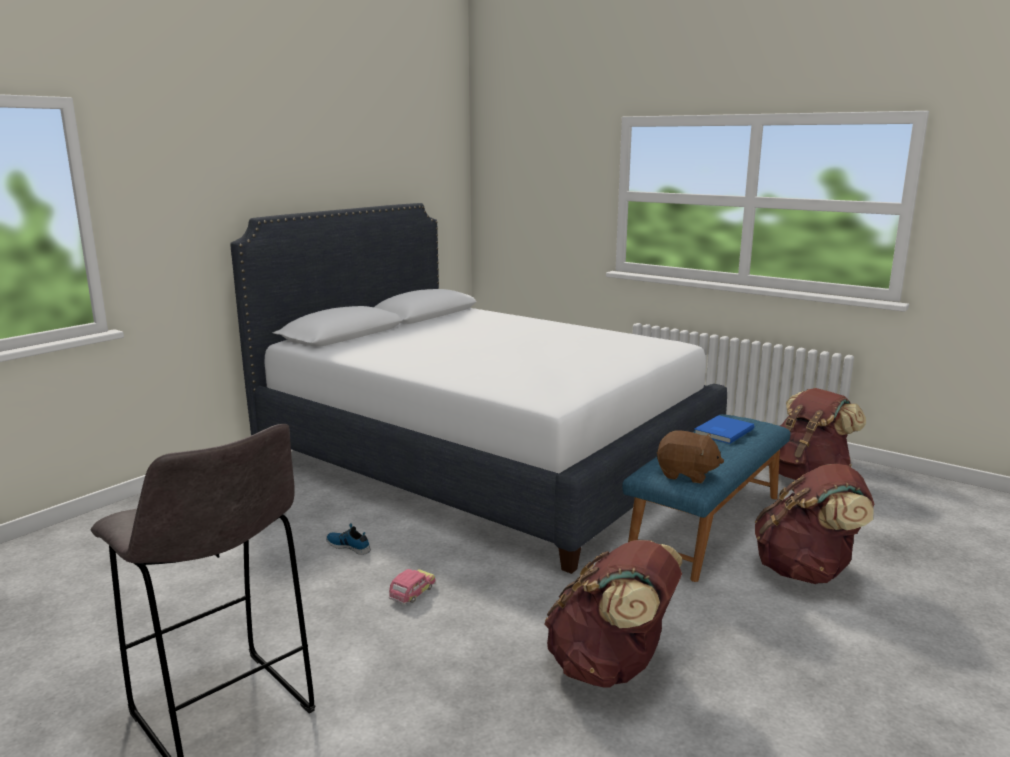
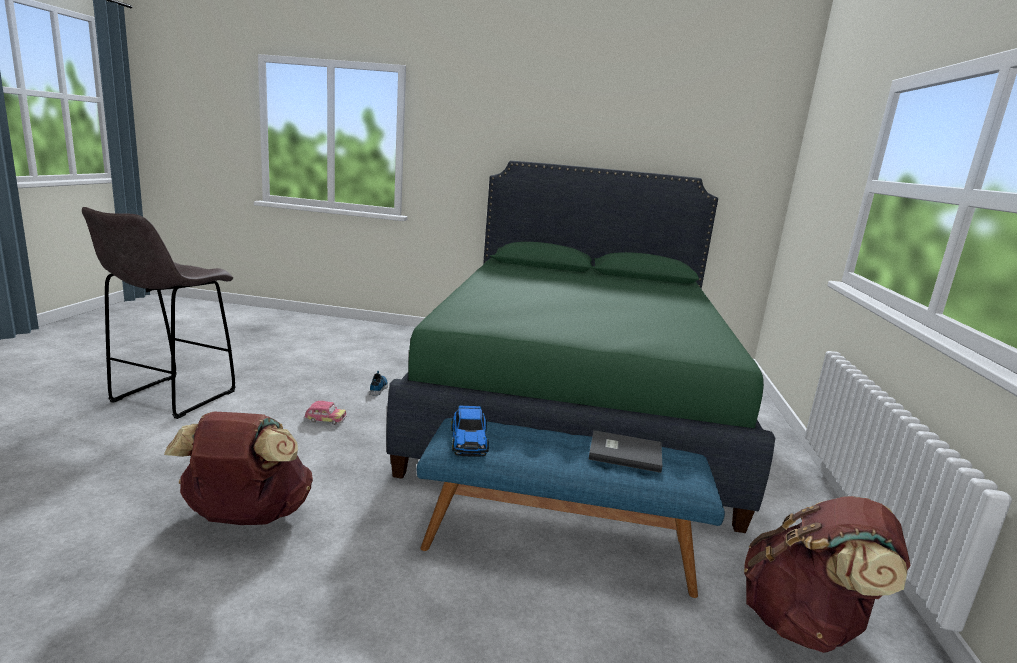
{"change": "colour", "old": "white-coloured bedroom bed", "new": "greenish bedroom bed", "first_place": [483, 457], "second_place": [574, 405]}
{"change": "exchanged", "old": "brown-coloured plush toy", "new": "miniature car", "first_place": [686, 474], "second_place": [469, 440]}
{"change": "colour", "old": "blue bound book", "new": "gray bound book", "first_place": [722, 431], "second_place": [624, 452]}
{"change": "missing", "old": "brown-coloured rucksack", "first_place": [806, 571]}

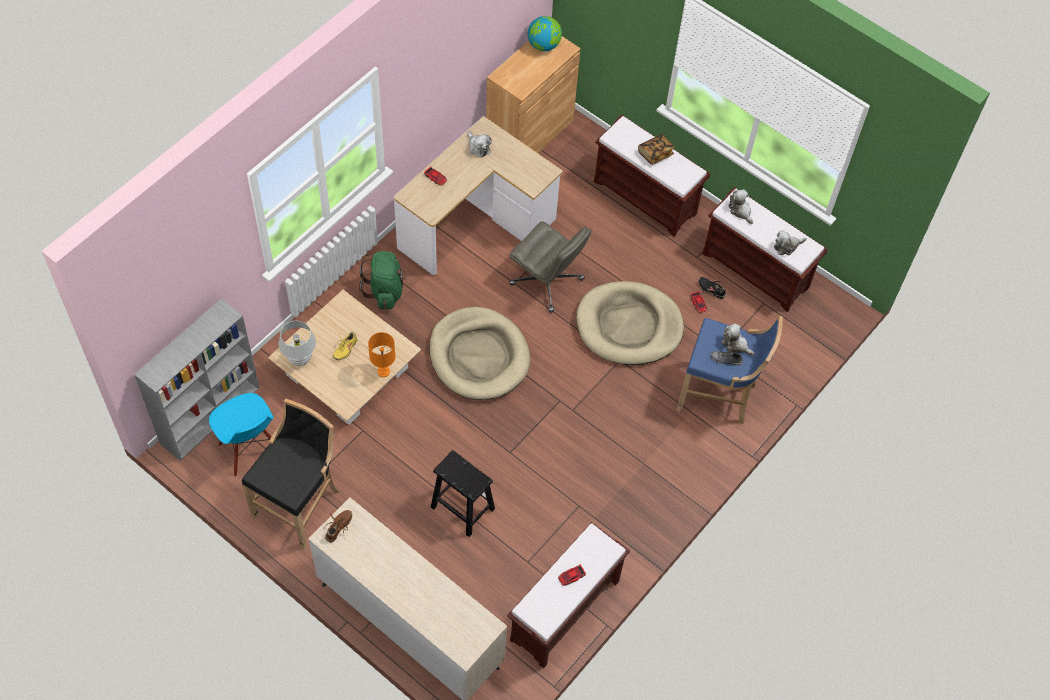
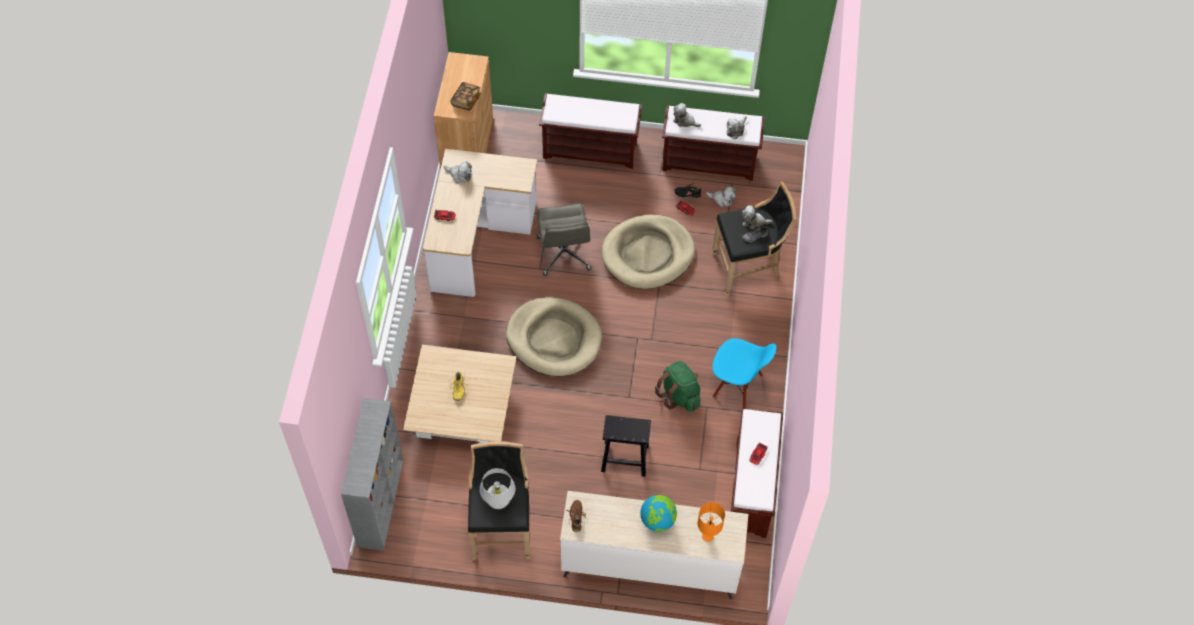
{"change": "relocated", "old": "bound book", "first_place": [655, 153], "second_place": [466, 100]}
{"change": "relocated", "old": "white-coloured table lamp", "first_place": [300, 358], "second_place": [498, 501]}
{"change": "spun", "old": "gray computer chair", "first_place": [547, 282], "second_place": [564, 254], "degrees": 75}
{"change": "relocated", "old": "globe", "first_place": [544, 45], "second_place": [658, 520]}
{"change": "relocated", "old": "greenish rucksack", "first_place": [385, 291], "second_place": [679, 395]}
{"change": "relocated", "old": "orangey table lamp", "first_place": [383, 371], "second_place": [707, 535]}
{"change": "appeared", "new": "plush toy", "second_place": [722, 199]}
{"change": "colour", "old": "blue stool seat", "new": "black stool seat", "first_place": [719, 395], "second_place": [748, 269]}
{"change": "relocated", "old": "blue chair", "first_place": [250, 449], "second_place": [737, 386]}

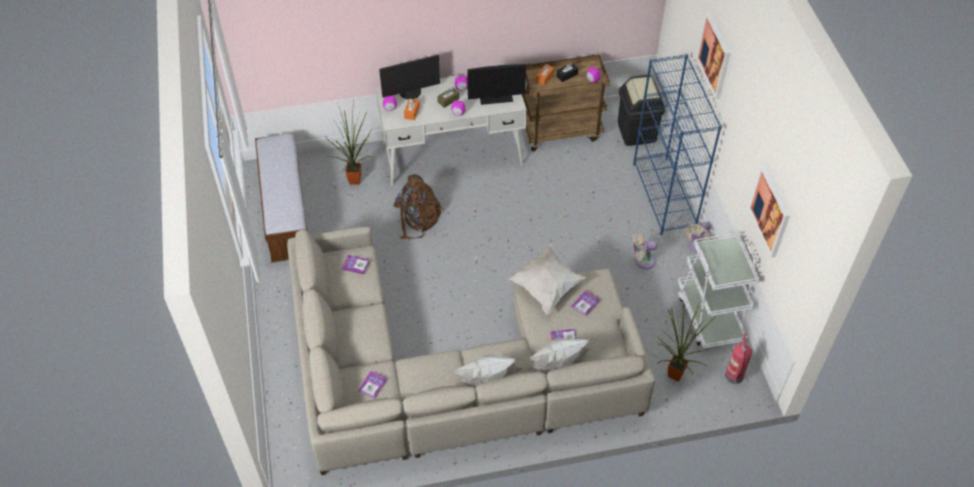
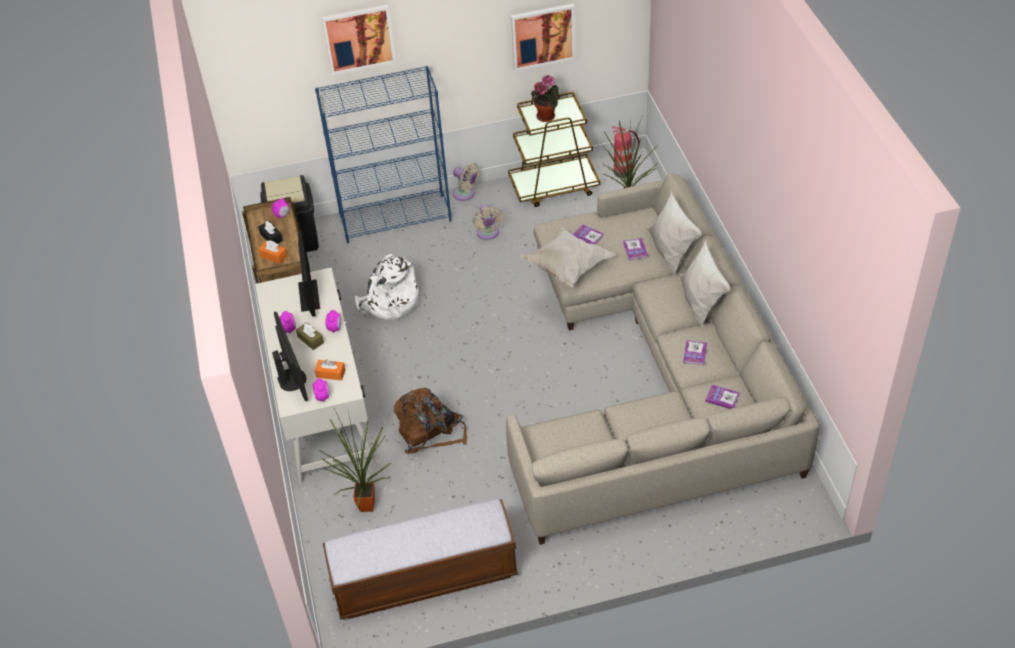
{"change": "appeared", "new": "white-coloured rucksack", "second_place": [390, 303]}
{"change": "colour", "old": "white-coloured cart", "new": "brown-coloured cart", "first_place": [710, 316], "second_place": [554, 186]}
{"change": "appeared", "new": "potted plant", "second_place": [547, 116]}
{"change": "relocated", "old": "bound book", "first_place": [355, 265], "second_place": [695, 353]}

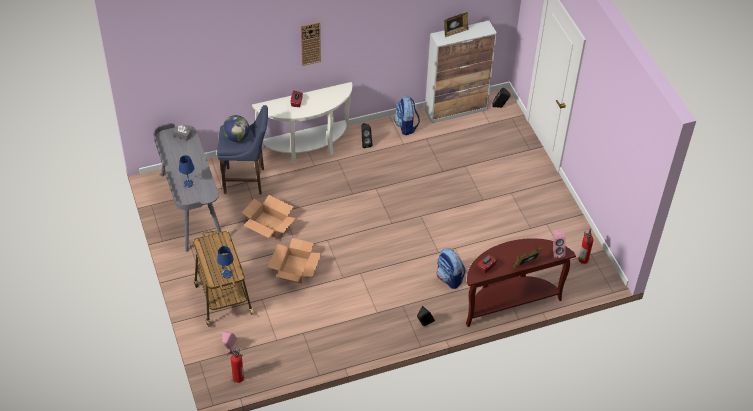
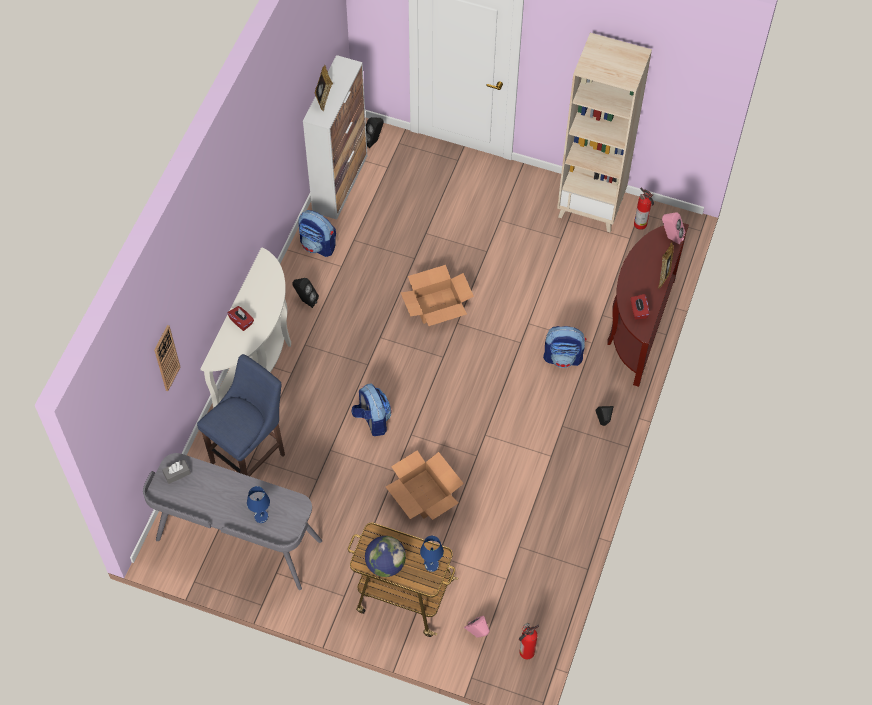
{"change": "relocated", "old": "hanging clock", "first_place": [310, 43], "second_place": [166, 358]}
{"change": "appeared", "new": "rucksack", "second_place": [372, 420]}
{"change": "relocated", "old": "globe", "first_place": [236, 137], "second_place": [385, 564]}
{"change": "relocated", "old": "carton", "first_place": [269, 225], "second_place": [437, 305]}
{"change": "appeared", "new": "beige bookshelf", "second_place": [591, 207]}

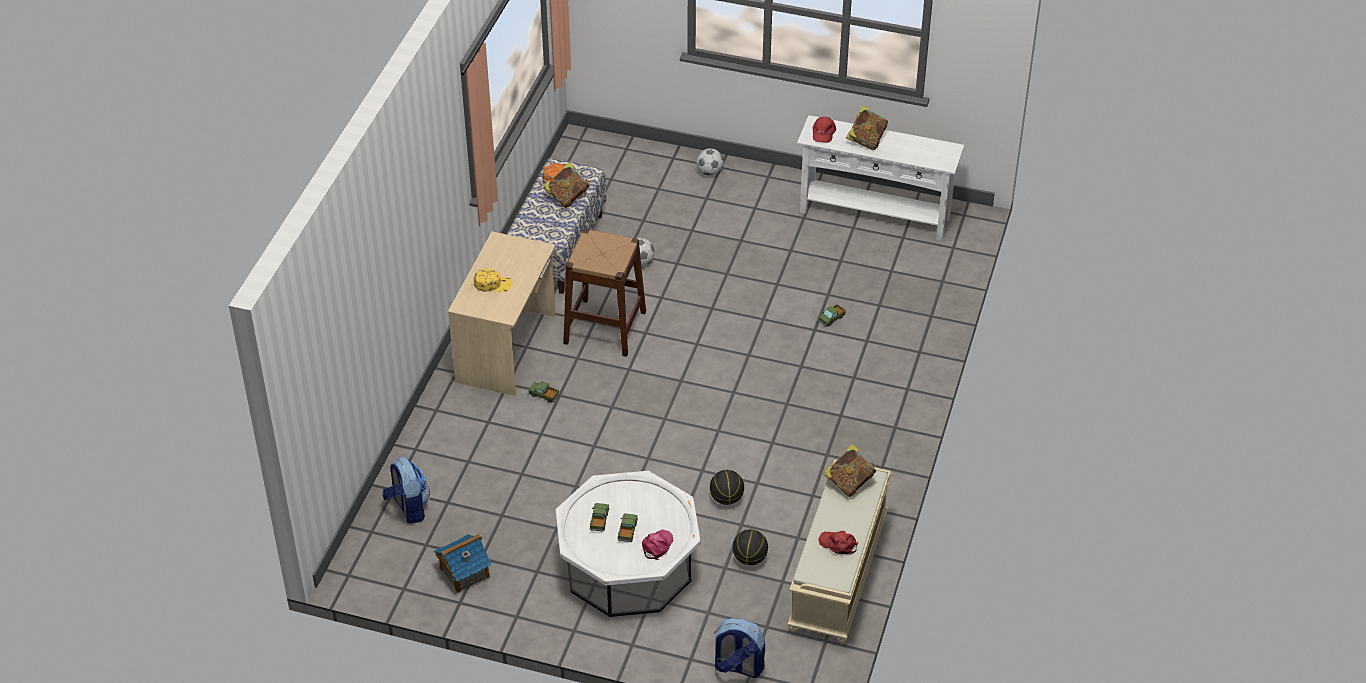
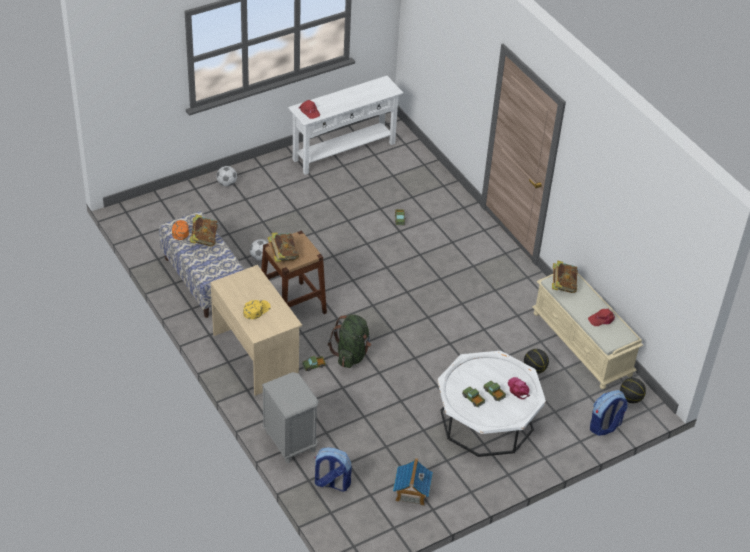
{"change": "appeared", "new": "gray bedside table", "second_place": [290, 442]}
{"change": "relocated", "old": "bound book", "first_place": [866, 140], "second_place": [283, 256]}
{"change": "appeared", "new": "greenish rucksack", "second_place": [351, 354]}
{"change": "relocated", "old": "basketball", "first_place": [726, 498], "second_place": [630, 399]}

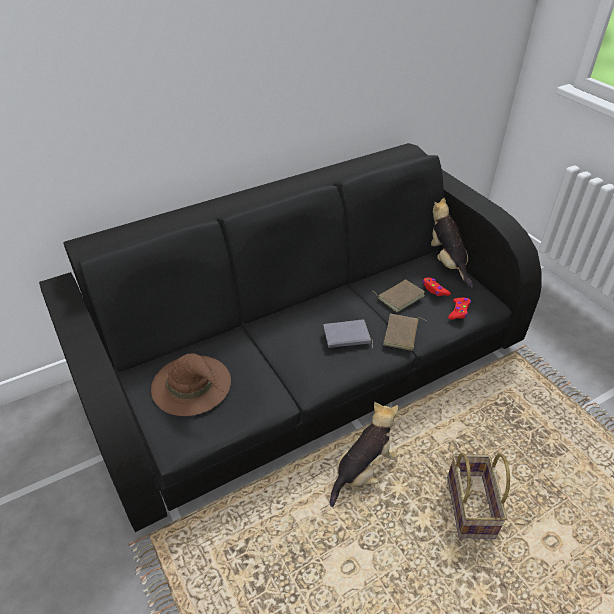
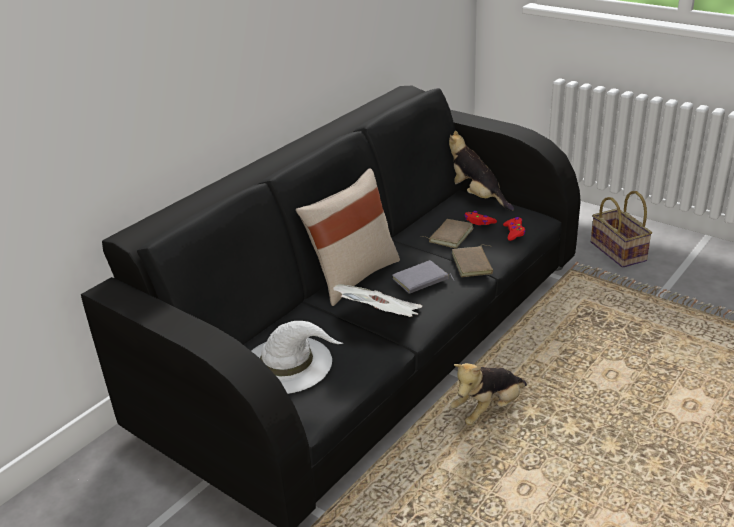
{"change": "colour", "old": "brown-coloured wearable hat", "new": "white-coloured wearable hat", "first_place": [192, 385], "second_place": [288, 364]}
{"change": "appeared", "new": "beige throw pillow", "second_place": [353, 276]}
{"change": "appeared", "new": "daily paper", "second_place": [382, 319]}
{"change": "spun", "old": "plush toy", "first_place": [363, 471], "second_place": [488, 409], "degrees": -150}
{"change": "relocated", "old": "storage basket", "first_place": [472, 508], "second_place": [620, 252]}

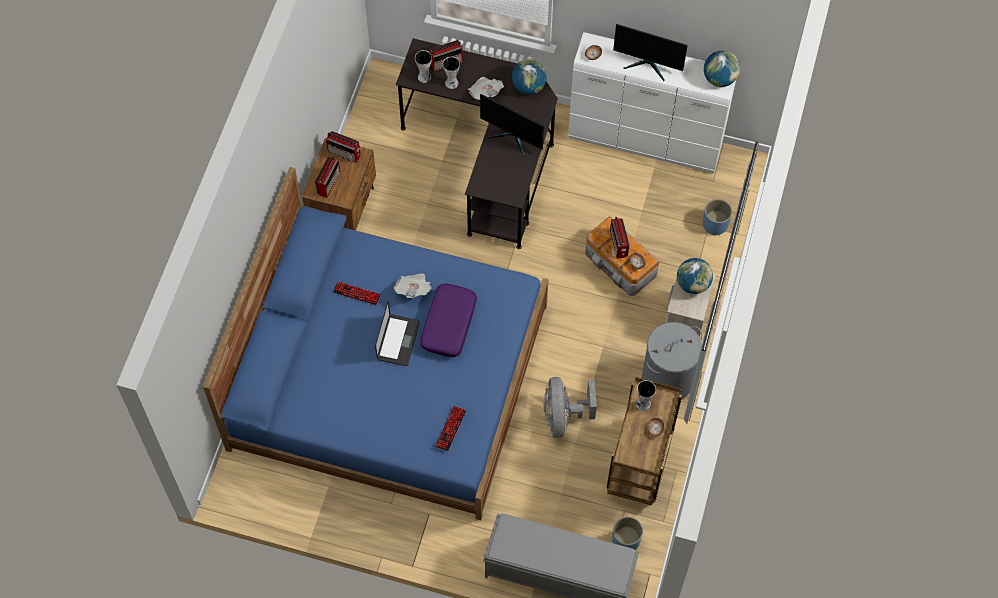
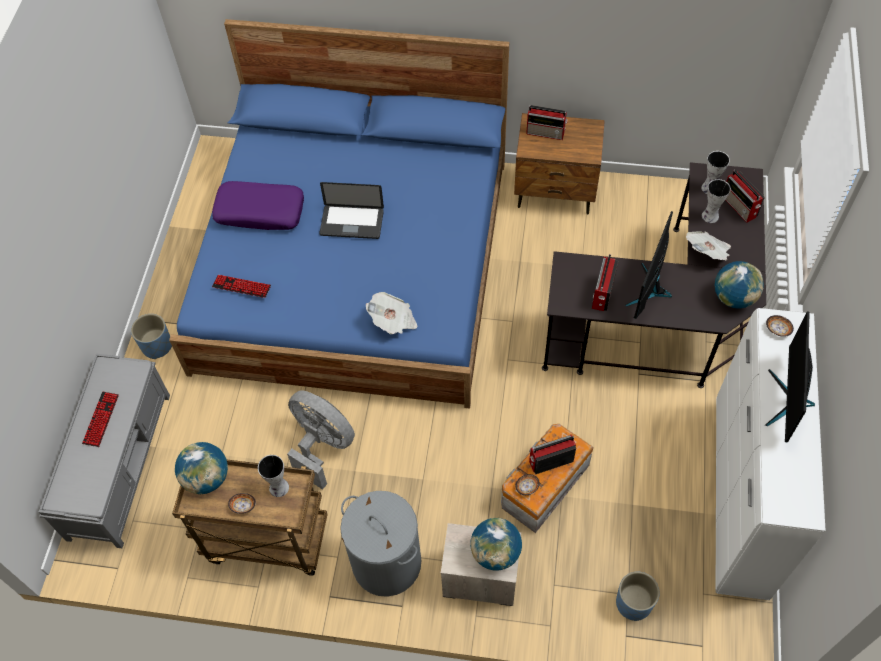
{"change": "relocated", "old": "keyboard", "first_place": [357, 294], "second_place": [101, 419]}
{"change": "relocated", "old": "blue planter", "first_place": [626, 540], "second_place": [157, 346]}
{"change": "relocated", "old": "globe", "first_place": [719, 79], "second_place": [207, 478]}
{"change": "relocated", "old": "purple-coloured throw pillow", "first_place": [448, 323], "second_place": [260, 211]}
{"change": "spun", "old": "gray electric fan", "first_place": [563, 416], "second_place": [322, 445], "degrees": 45}
{"change": "relocated", "old": "daily paper", "first_place": [414, 289], "second_place": [393, 321]}
{"change": "relocated", "old": "radio receiver", "first_place": [345, 153], "second_place": [602, 294]}

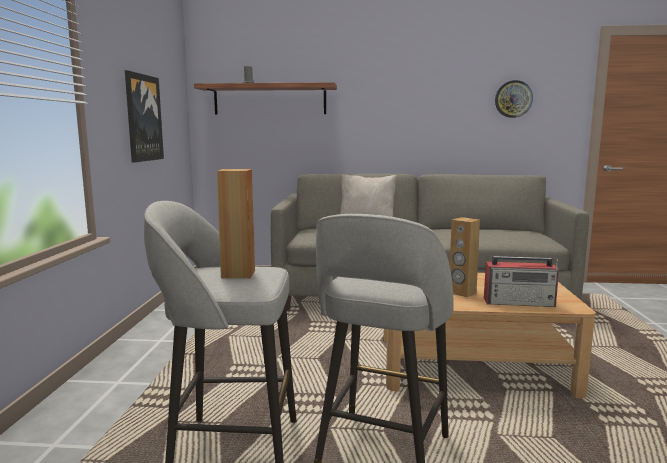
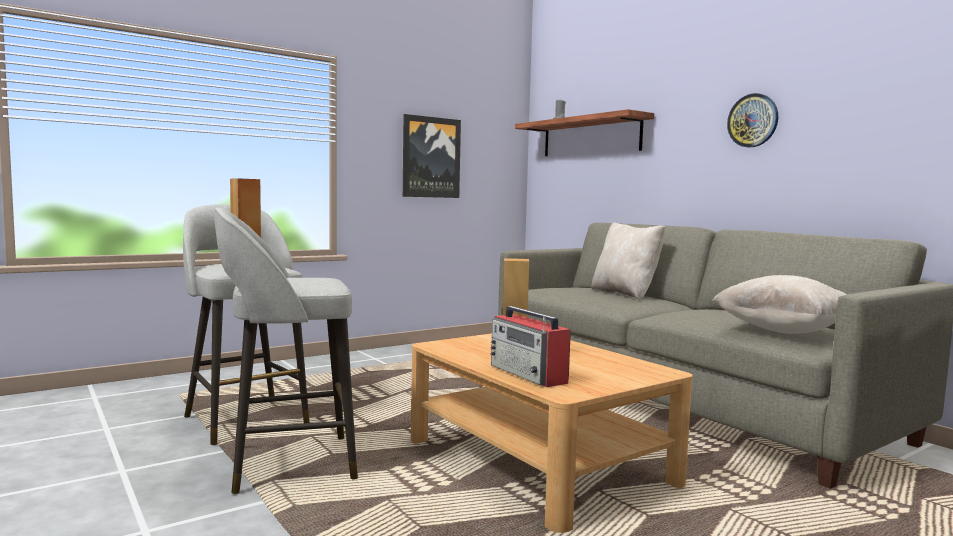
{"change": "appeared", "new": "beige throw pillow", "second_place": [783, 331]}
{"change": "relocated", "old": "hanging clock", "first_place": [513, 99], "second_place": [753, 120]}

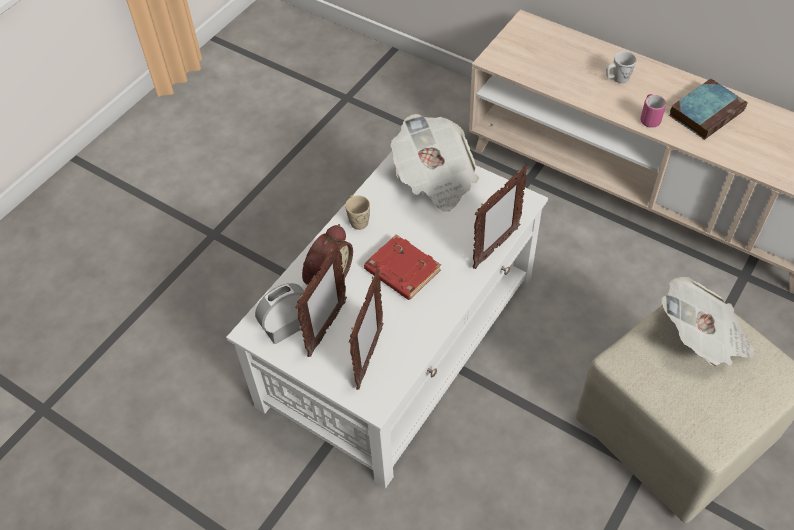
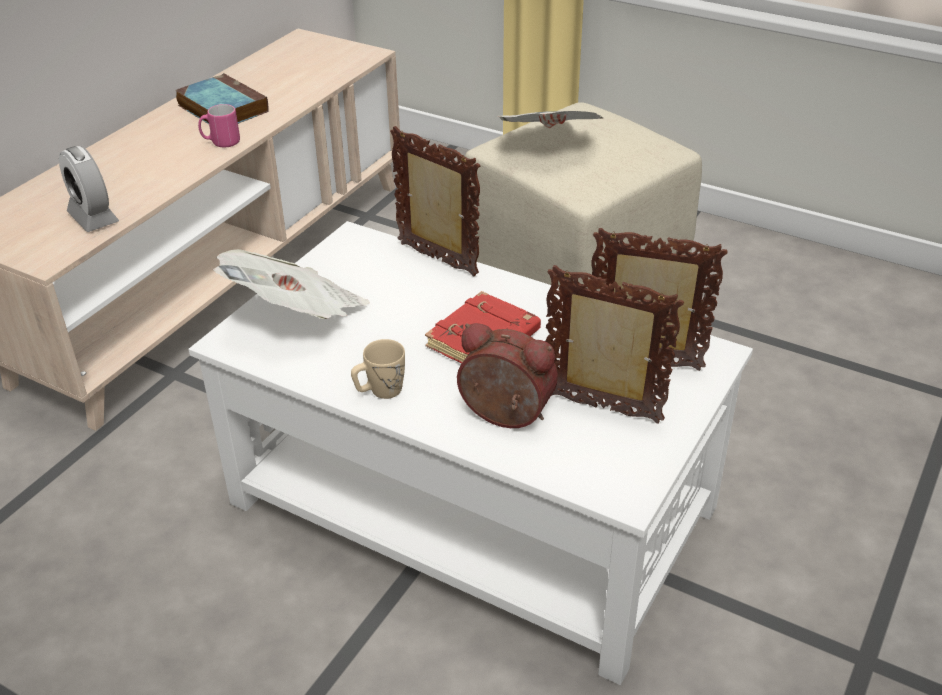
{"change": "relocated", "old": "alarm clock", "first_place": [286, 326], "second_place": [93, 217]}
{"change": "missing", "old": "white-coloured coffee mug", "first_place": [617, 79]}

